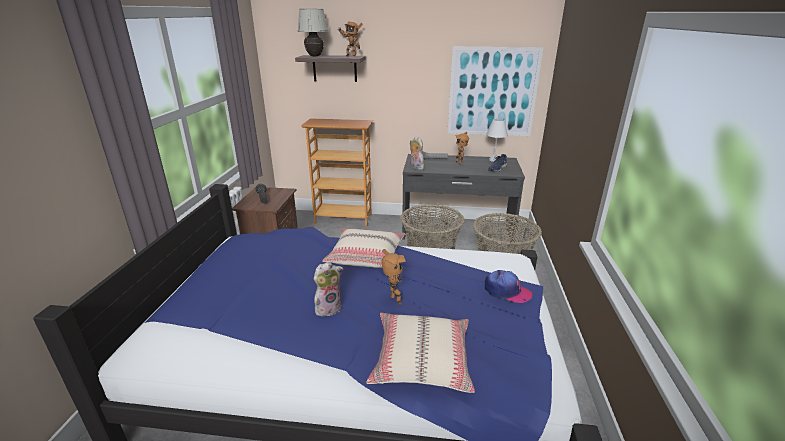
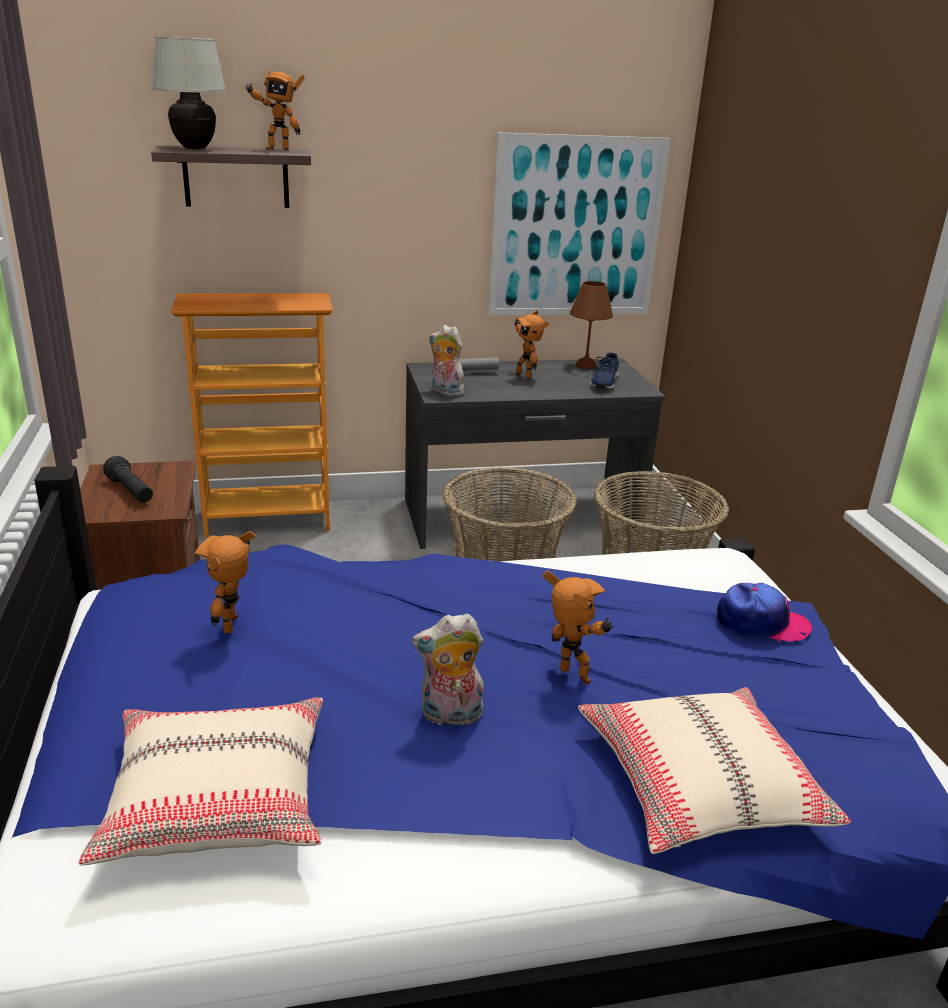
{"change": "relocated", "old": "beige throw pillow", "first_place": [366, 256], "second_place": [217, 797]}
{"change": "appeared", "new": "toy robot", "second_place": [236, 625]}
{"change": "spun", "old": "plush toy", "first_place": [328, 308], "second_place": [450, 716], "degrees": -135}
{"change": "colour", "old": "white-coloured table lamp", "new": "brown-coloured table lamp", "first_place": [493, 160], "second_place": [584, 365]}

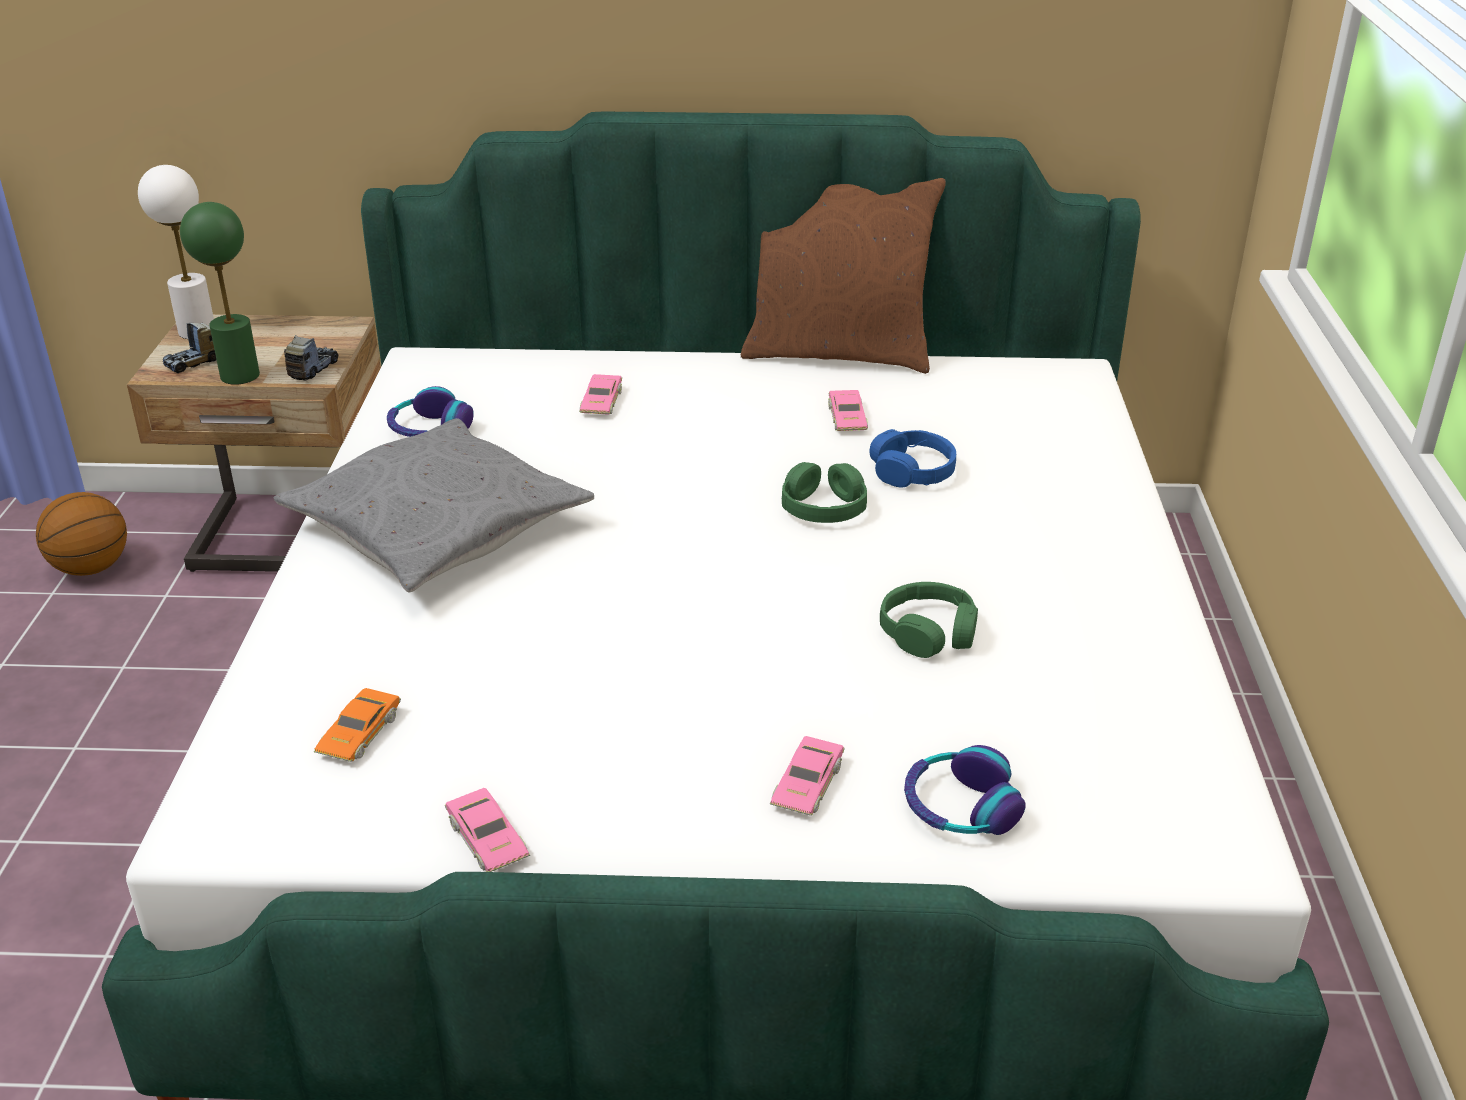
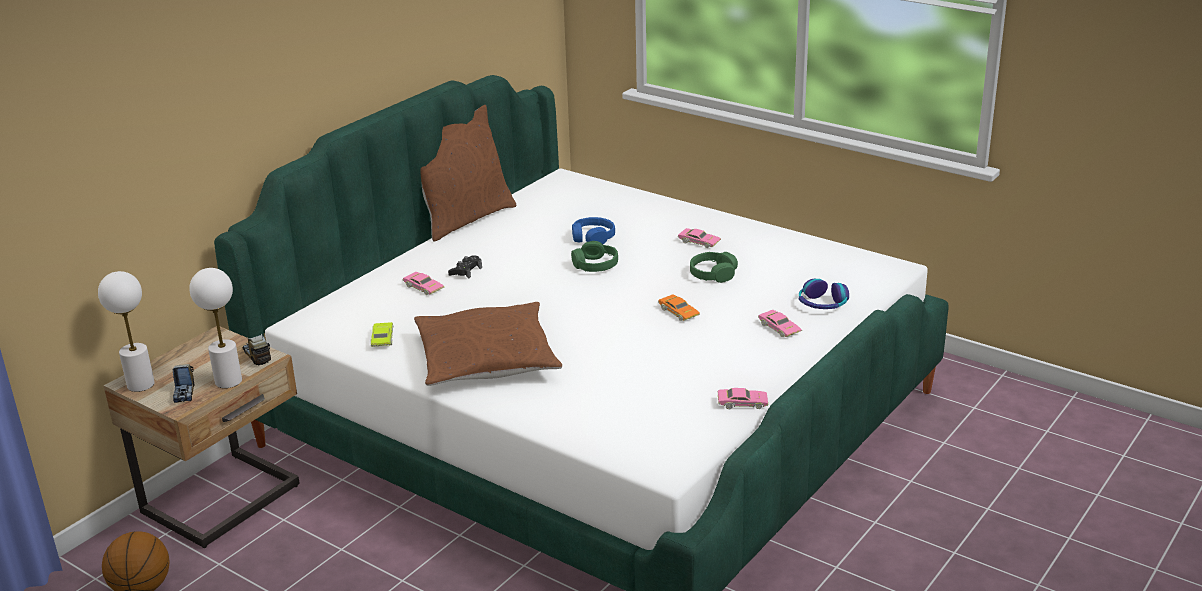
{"change": "colour", "old": "greenish table lamp", "new": "white-coloured table lamp", "first_place": [239, 375], "second_place": [228, 381]}
{"change": "exchanged", "old": "headset", "new": "greenish miniature car", "first_place": [429, 429], "second_place": [382, 339]}
{"change": "colour", "old": "gray throw pillow", "new": "brown-coloured throw pillow", "first_place": [438, 527], "second_place": [487, 359]}
{"change": "appeared", "new": "black joypad", "second_place": [466, 271]}
{"change": "relocated", "old": "orangey miniature car", "first_place": [359, 733], "second_place": [678, 312]}
{"change": "relocated", "old": "pinkish miniature car", "first_place": [847, 418], "second_place": [699, 242]}

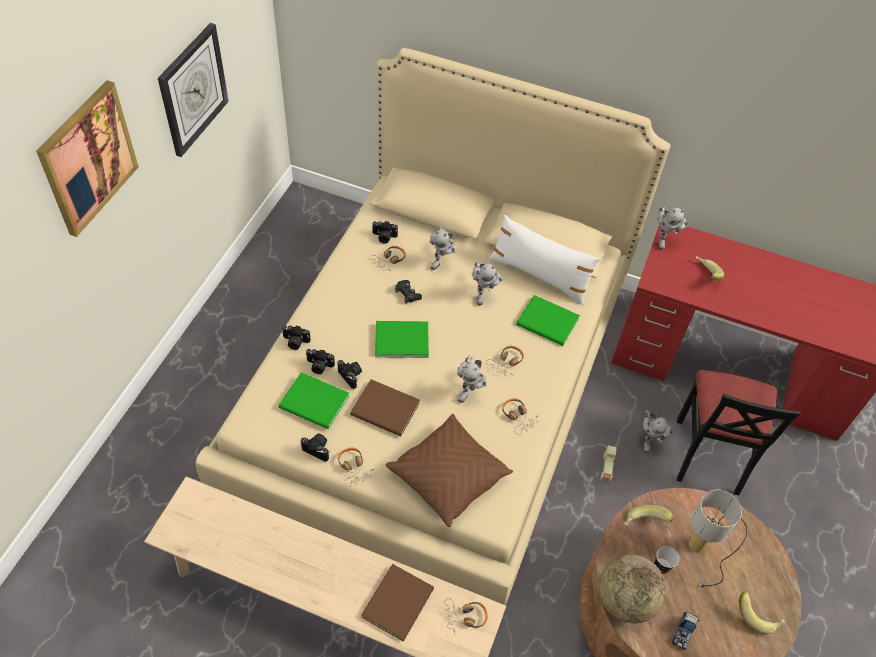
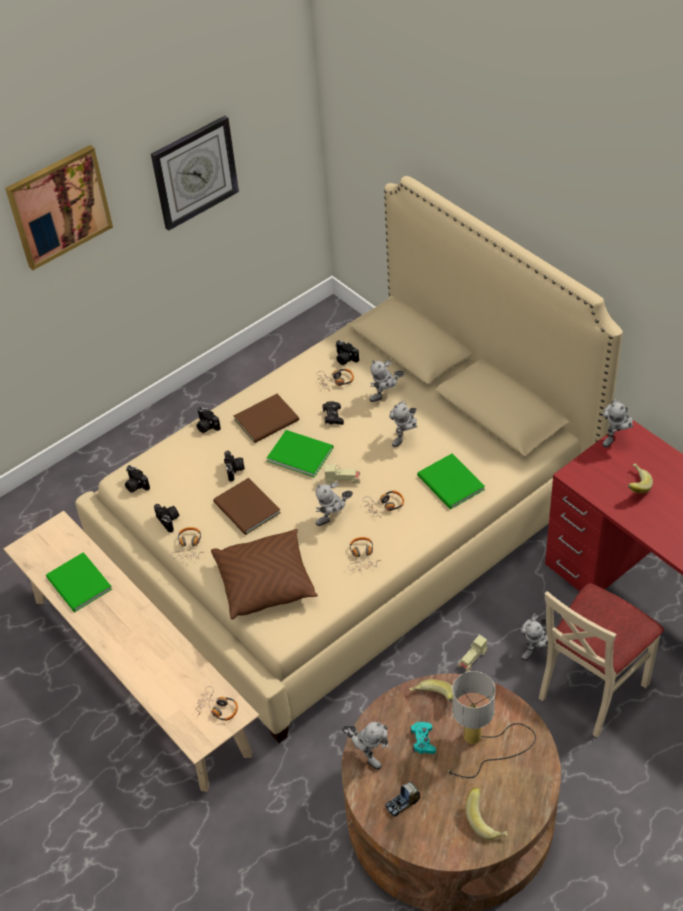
{"change": "relocated", "old": "greenish bound book", "first_place": [315, 404], "second_place": [79, 585]}
{"change": "relocated", "old": "still camera", "first_place": [319, 366], "second_place": [136, 485]}
{"change": "relocated", "old": "brown-coloured bound book", "first_place": [400, 602], "second_place": [268, 420]}
{"change": "appeared", "new": "beige miniature car", "second_place": [343, 480]}
{"change": "exchanged", "old": "globe", "new": "toy robot", "first_place": [625, 600], "second_place": [367, 754]}
{"change": "exchanged", "old": "small cup", "new": "turquoise-coloured joypad", "first_place": [661, 566], "second_place": [423, 741]}
{"change": "colour", "old": "black chair", "new": "beige chair", "first_place": [709, 455], "second_place": [591, 688]}
{"change": "missing", "old": "white-coloured throw pillow", "first_place": [539, 275]}

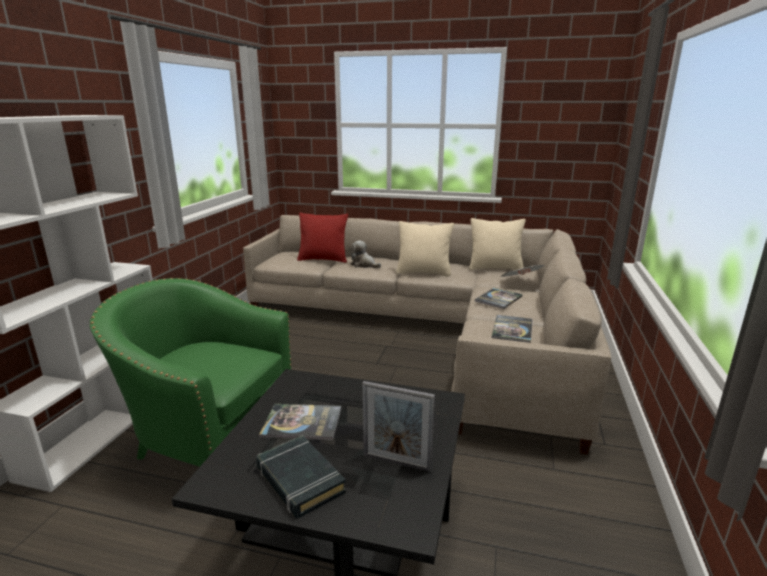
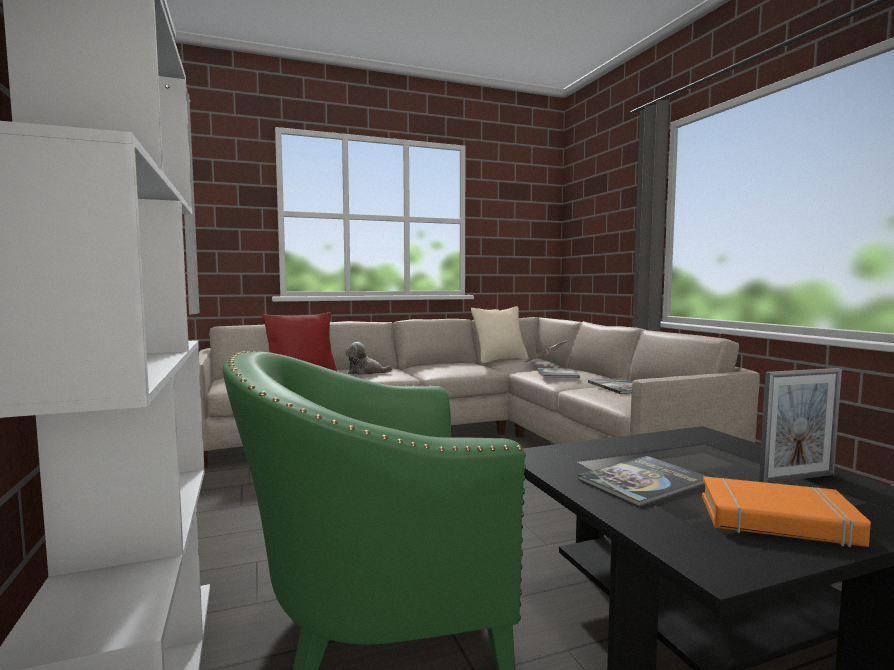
{"change": "colour", "old": "black bound book", "new": "orangey bound book", "first_place": [299, 480], "second_place": [777, 521]}
{"change": "missing", "old": "beige throw pillow", "first_place": [424, 272]}

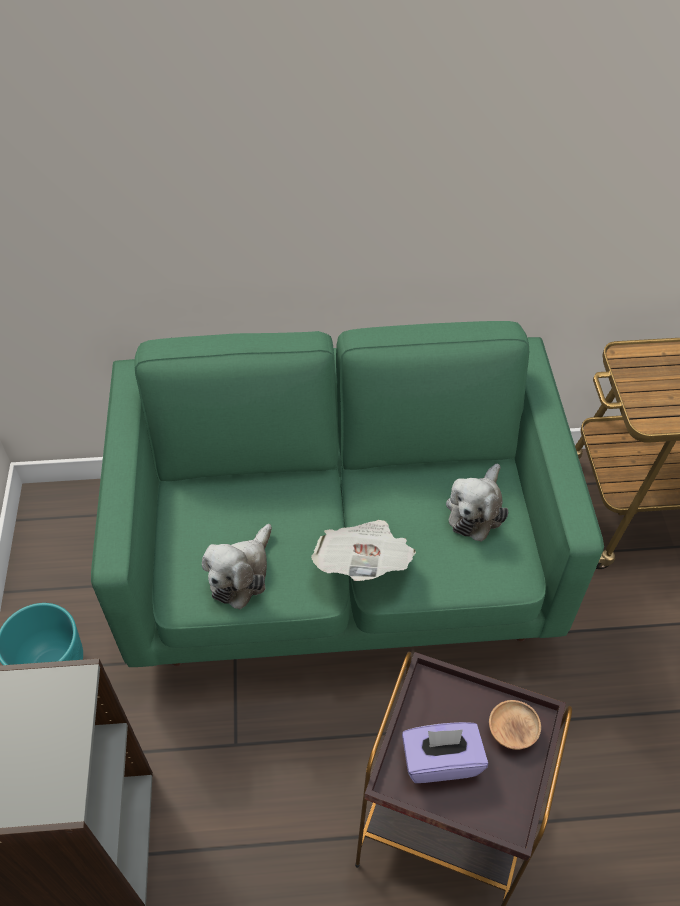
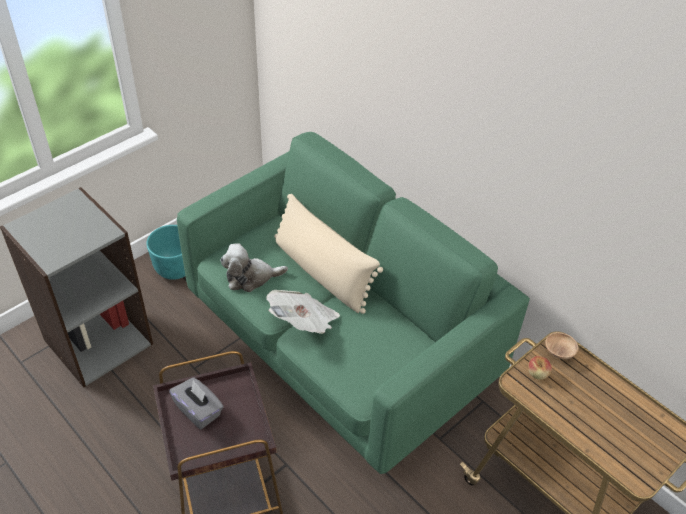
{"change": "colour", "old": "purple-coloured tissue holder", "new": "gray tissue holder", "first_place": [441, 760], "second_place": [198, 411]}
{"change": "appeared", "new": "beige throw pillow", "second_place": [322, 272]}
{"change": "appeared", "new": "apple", "second_place": [537, 374]}
{"change": "relocated", "old": "brown-coloured serving bowl", "first_place": [512, 730], "second_place": [559, 351]}
{"change": "missing", "old": "plush toy", "first_place": [476, 510]}

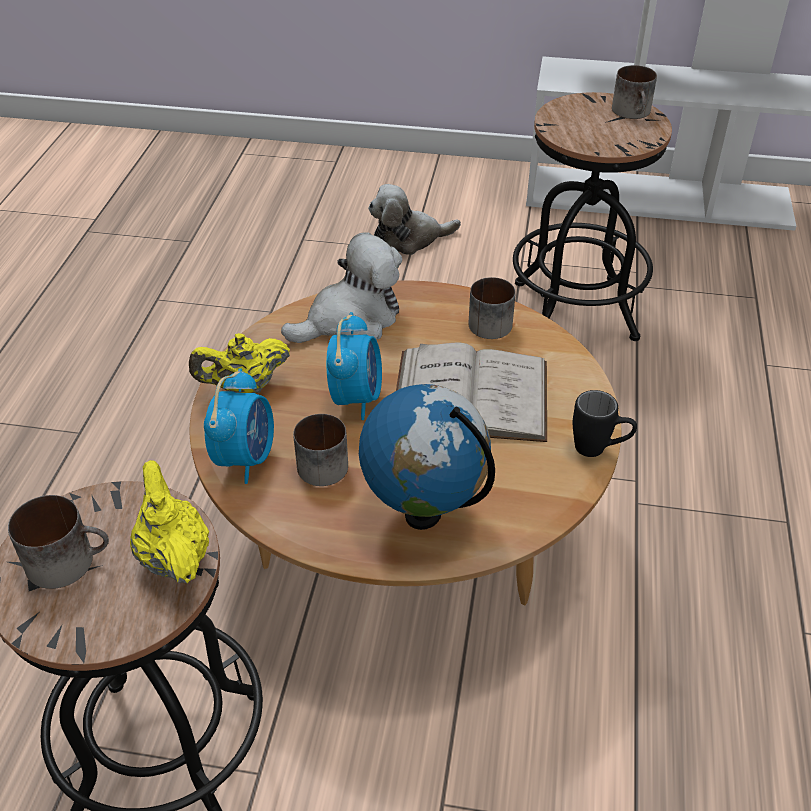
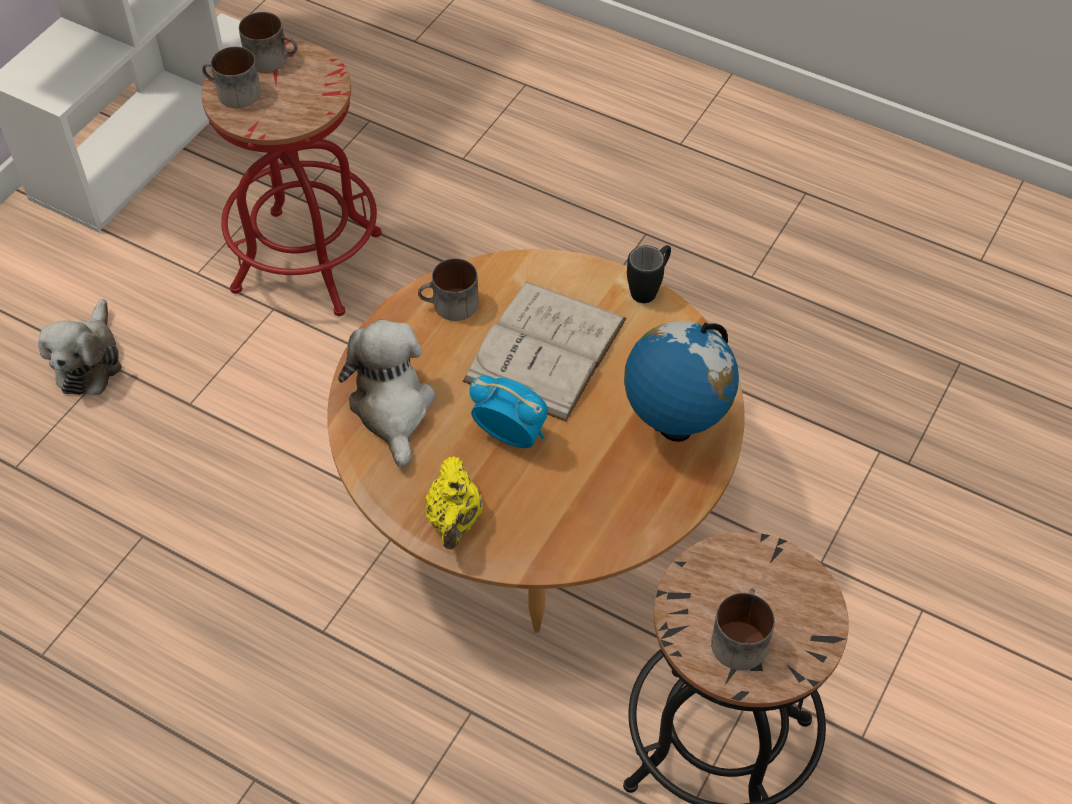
{"change": "colour", "old": "black stool seat", "new": "red stool seat", "first_place": [575, 310], "second_place": [307, 261]}
{"change": "relocated", "old": "coffee mug", "first_place": [320, 462], "second_place": [233, 94]}
{"change": "missing", "old": "yellow-coloured tea pot", "first_place": [174, 556]}
{"change": "missing", "old": "alarm clock", "first_place": [245, 458]}

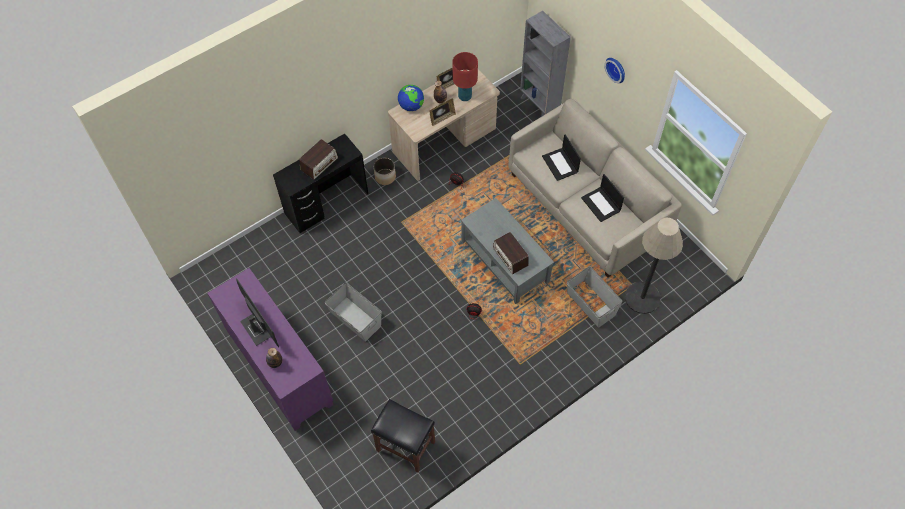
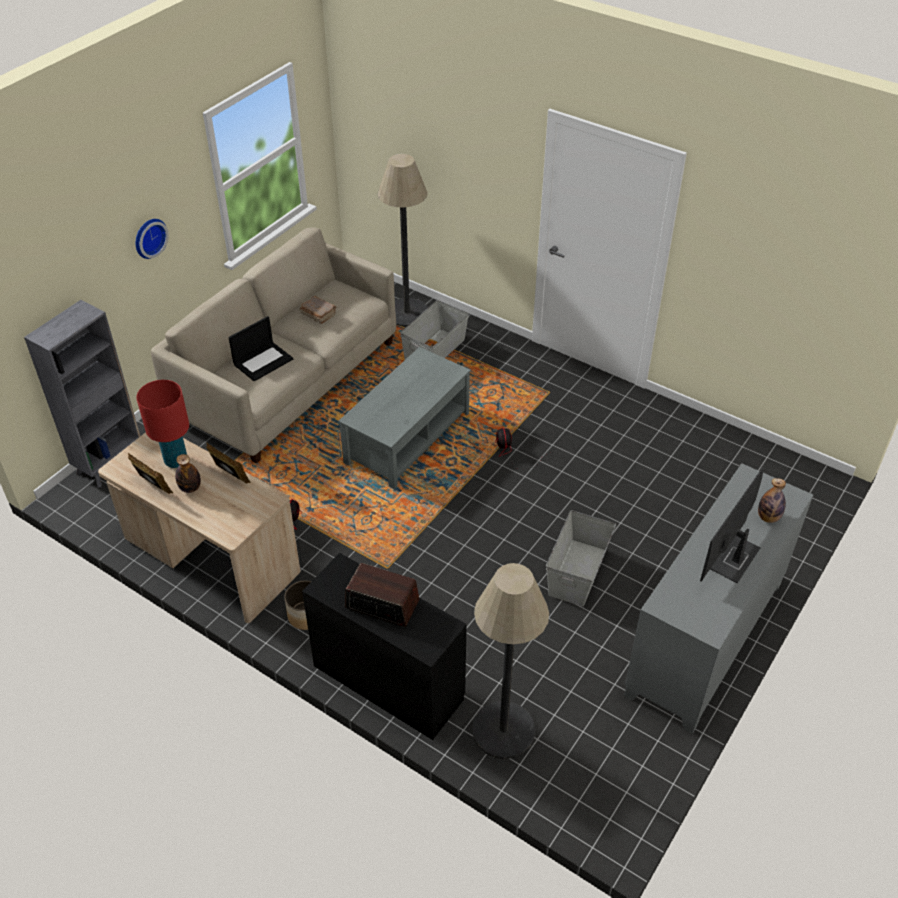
{"change": "exchanged", "old": "notebook computer", "new": "brown-coloured bound book", "first_place": [601, 204], "second_place": [318, 314]}
{"change": "appeared", "new": "floor lamp", "second_place": [503, 730]}
{"change": "colour", "old": "purple-coloured cupboard", "new": "gray cupboard", "first_place": [278, 368], "second_place": [706, 639]}
{"change": "missing", "old": "black stool seat", "first_place": [406, 446]}
{"change": "missing", "old": "globe", "first_place": [411, 106]}
{"change": "missing", "old": "radio receiver", "first_place": [510, 257]}

